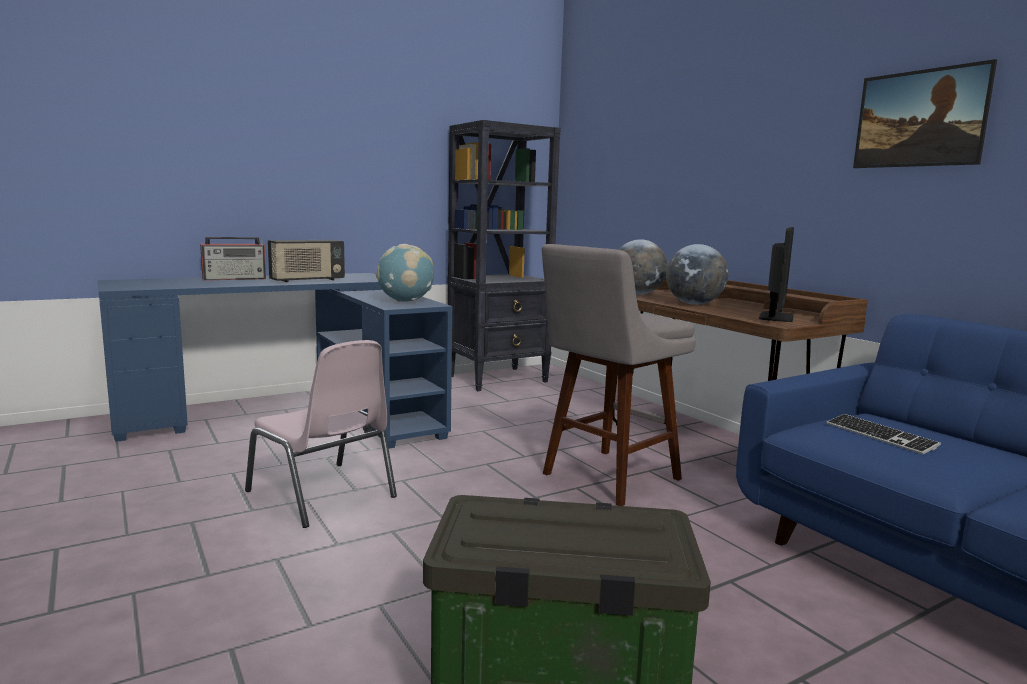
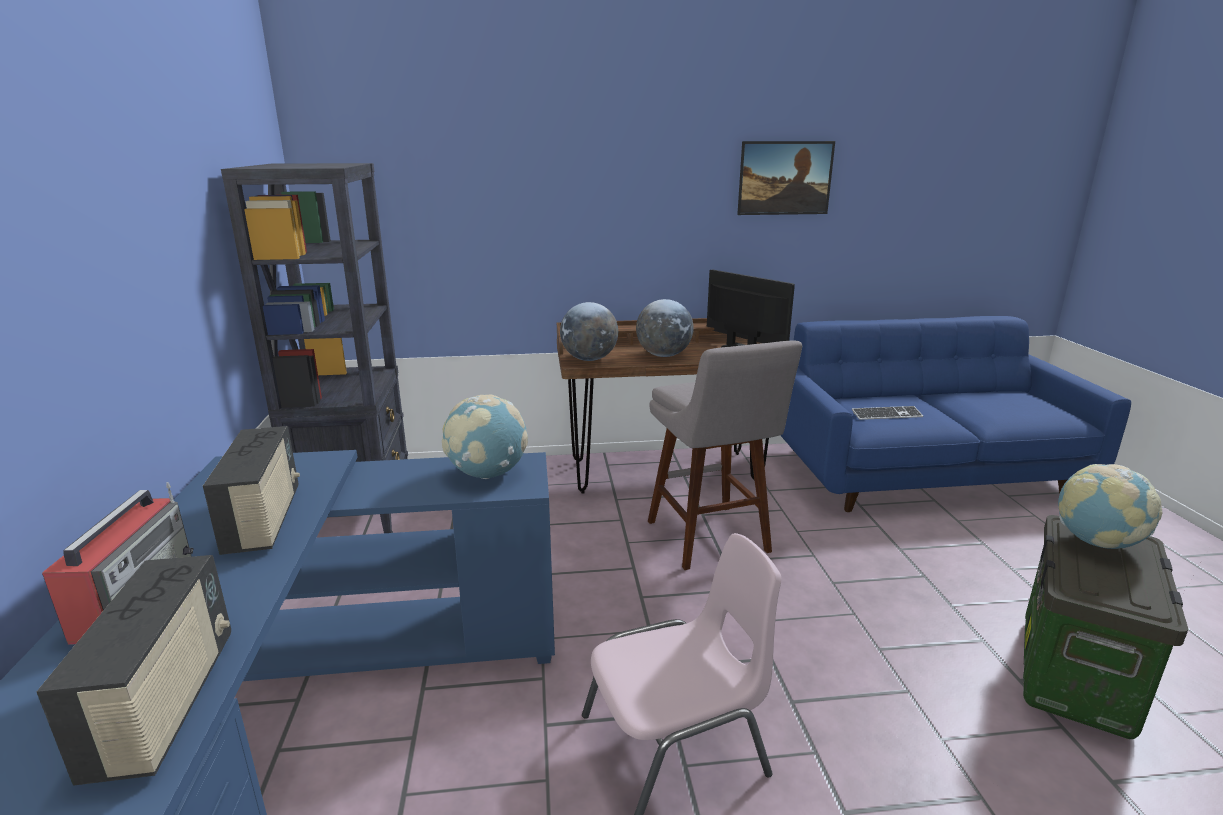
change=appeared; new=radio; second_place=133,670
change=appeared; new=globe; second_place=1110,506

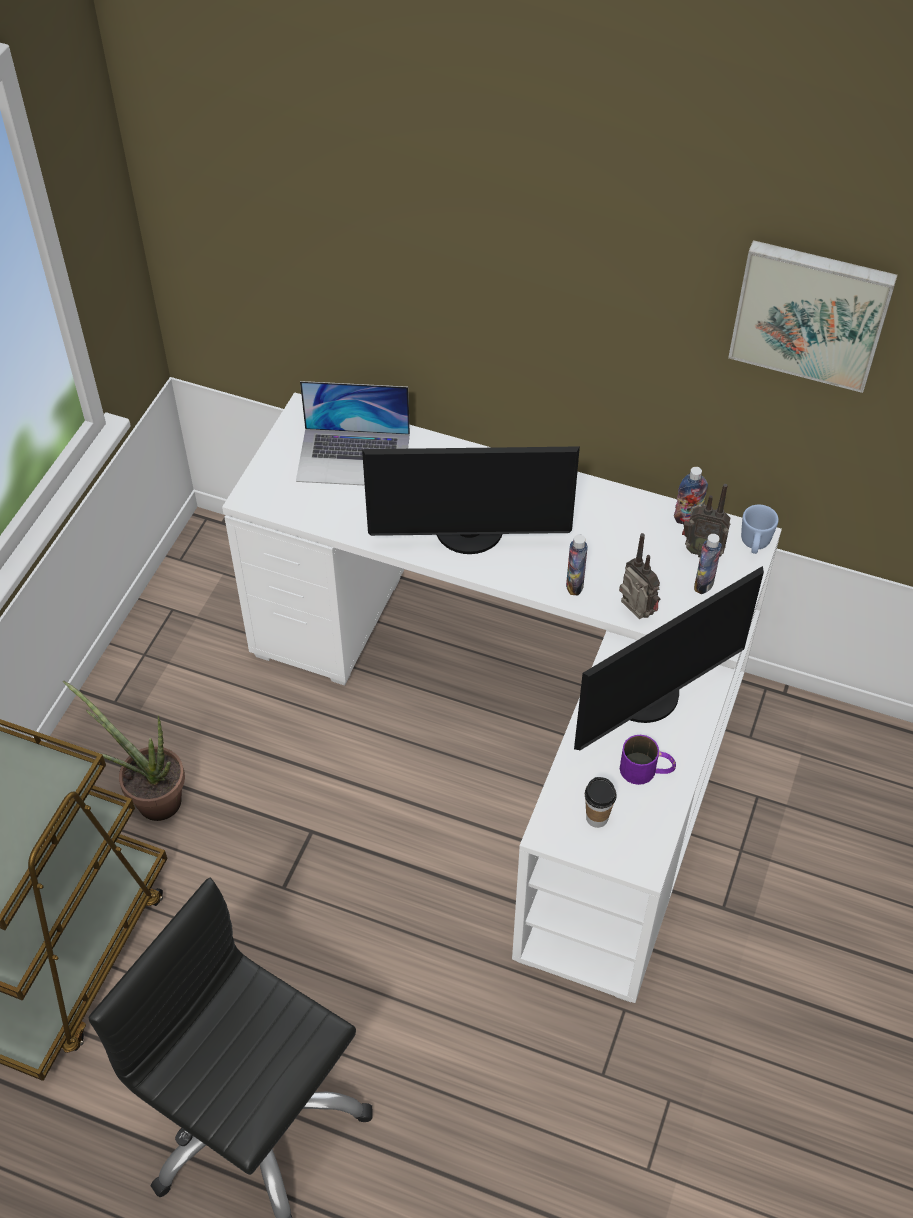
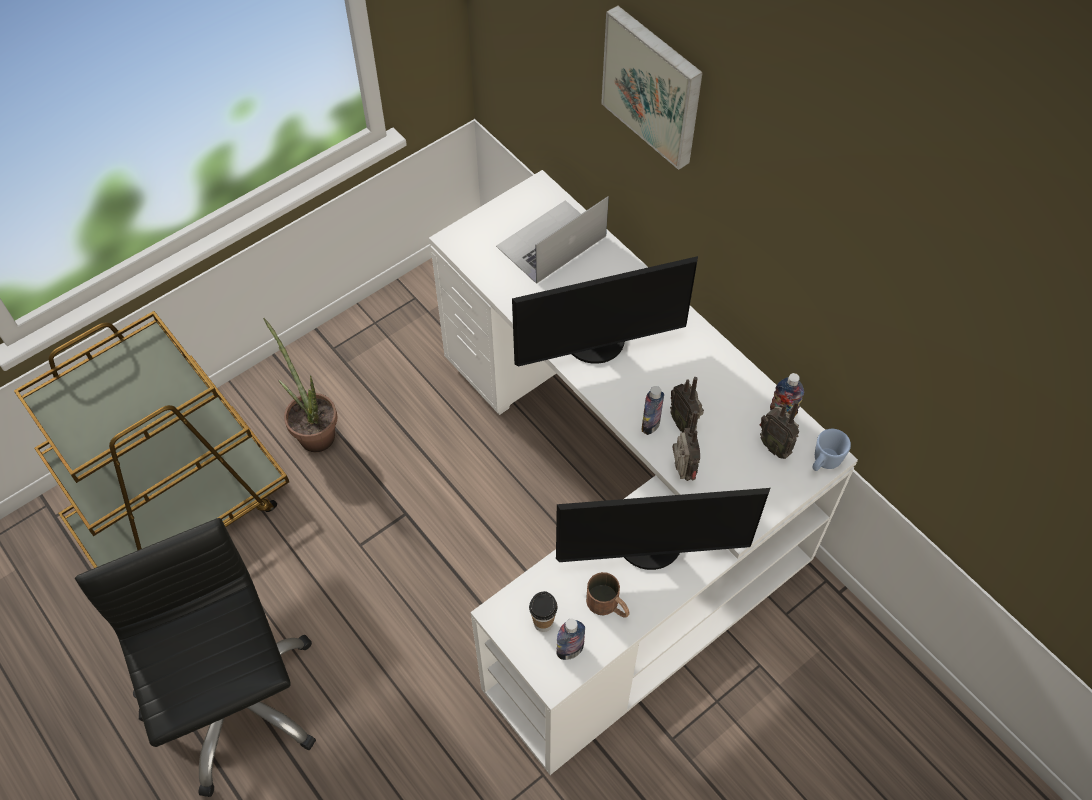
change=spun; old=laptop; first_place=353,433; second_place=552,240; degrees=105
change=spun; old=computer screen; first_place=471,500; second_place=605,311; degrees=-45
change=colour; old=purple-coloured tea mug; new=brownish tea mug; first_place=648,760; second_place=608,595
change=relocated; old=drink bottle; first_place=708,564; second_place=570,639
change=relocated; old=picture; first_place=813,316; second_place=652,88
change=appeared; new=radio; second_place=687,404

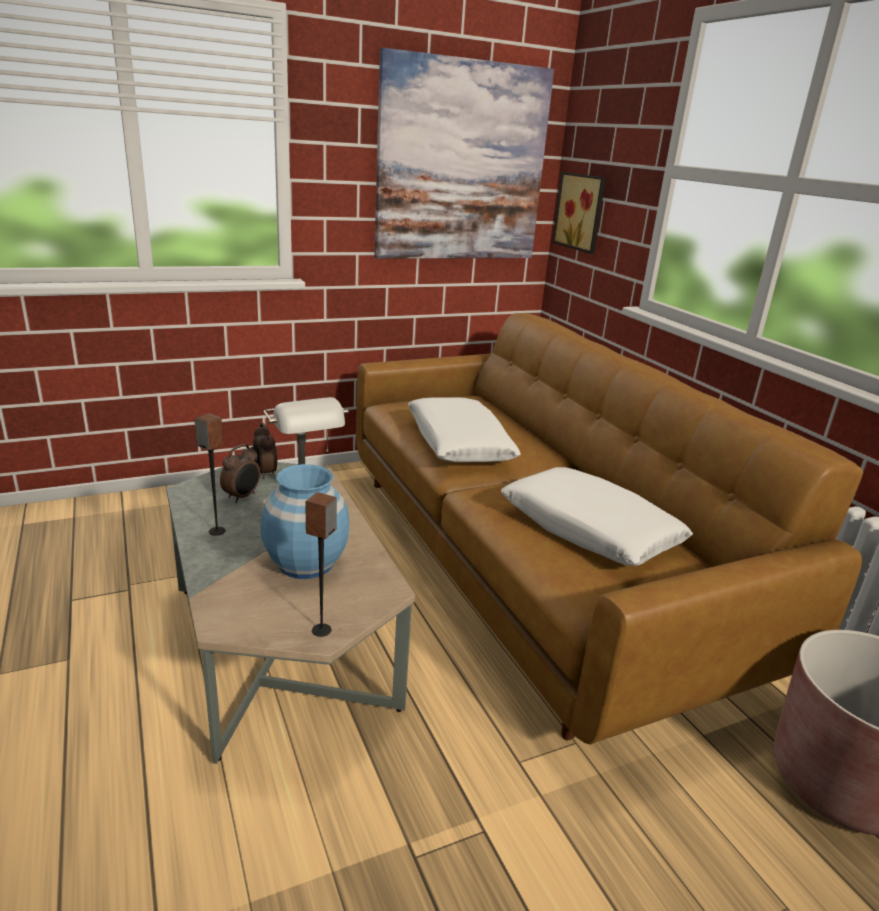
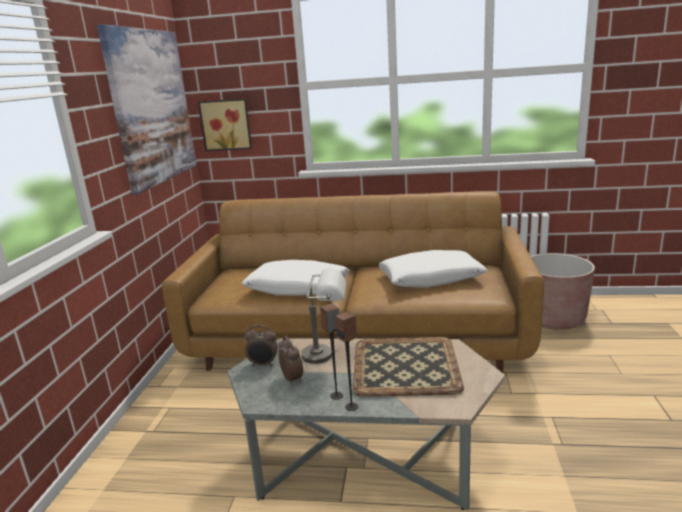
change=exchanged; old=bluish decorative vase; new=serving tray; first_place=304,521; second_place=408,367
change=relocated; old=audio speaker; first_place=321,564; second_place=346,361

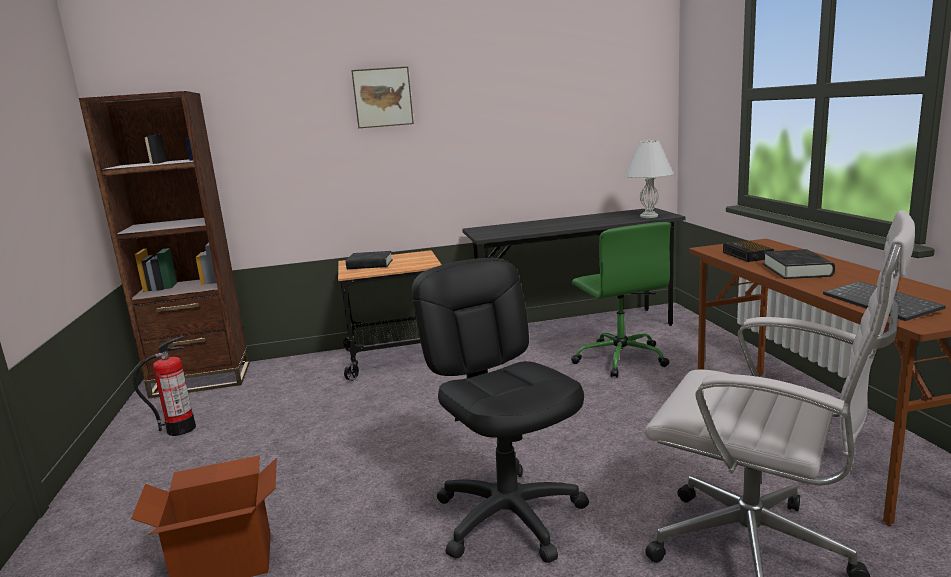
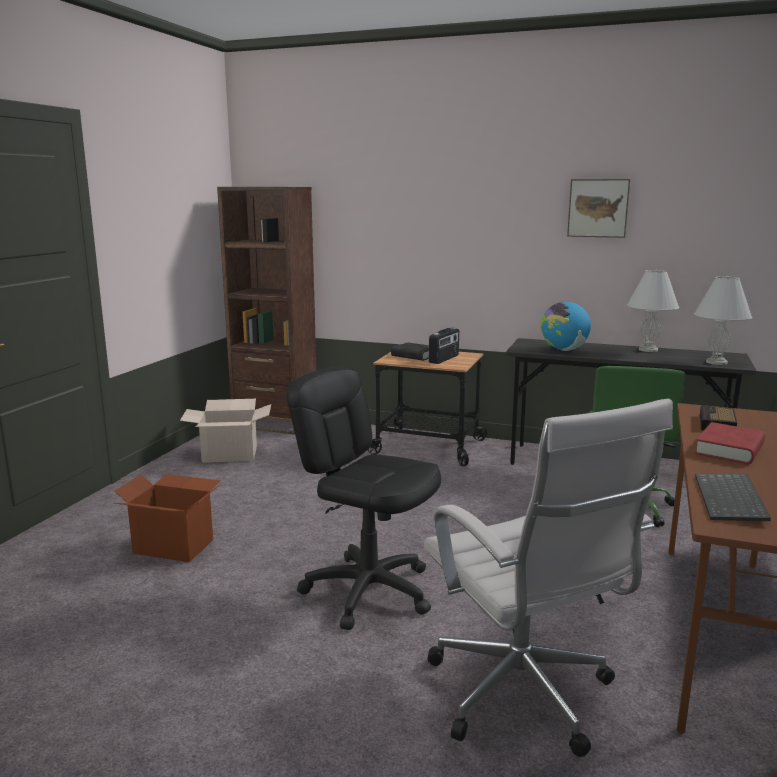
change=exchanged; old=fire extinguisher; new=cardboard box; first_place=164,386; second_place=225,431
change=relocated; old=picture; first_place=382,97; second_place=598,208
change=spun; old=black-coloured desk chair; first_place=500,410; second_place=363,498; degrees=-60
change=colour; old=black-coloured volume; new=red-coloured volume; first_place=799,264; second_place=730,443
change=appeared; new=radio; second_place=444,346
change=appeared; new=globe; second_place=566,326
change=appeared; new=white lamp for a table; second_place=653,310

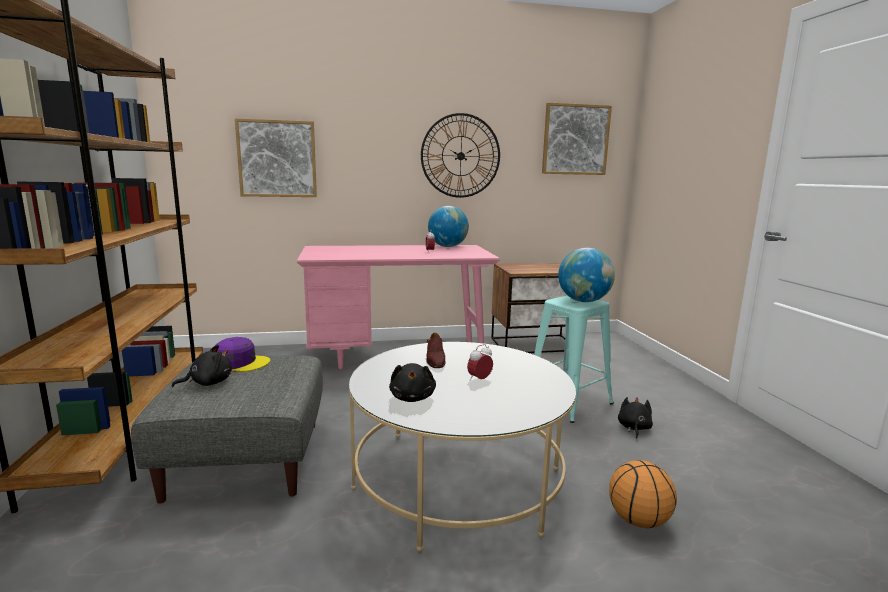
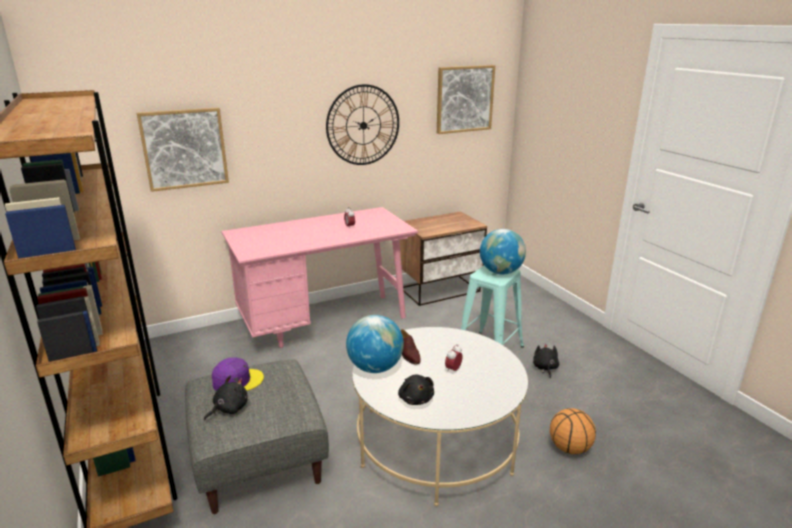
change=relocated; old=globe; first_place=448,226; second_place=375,344

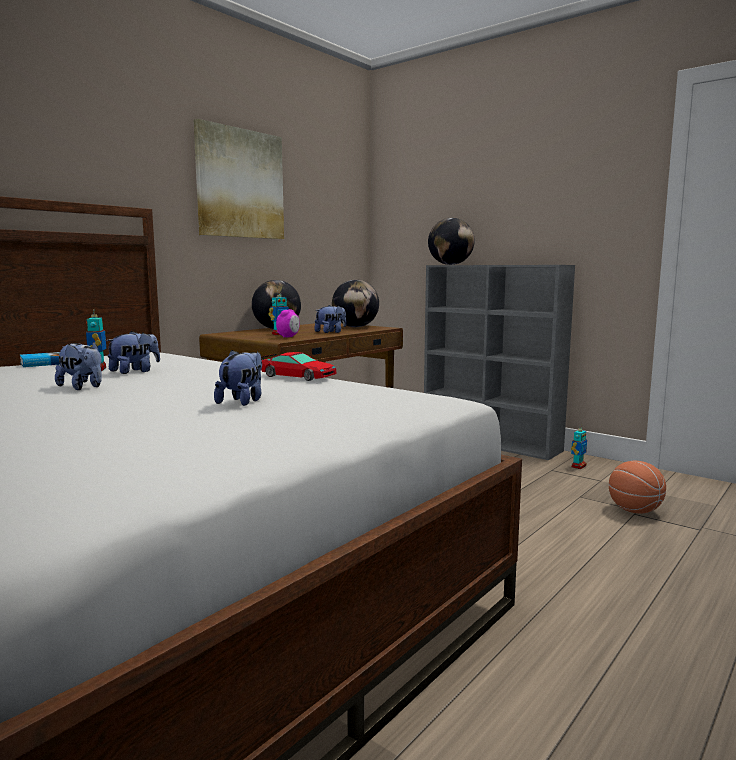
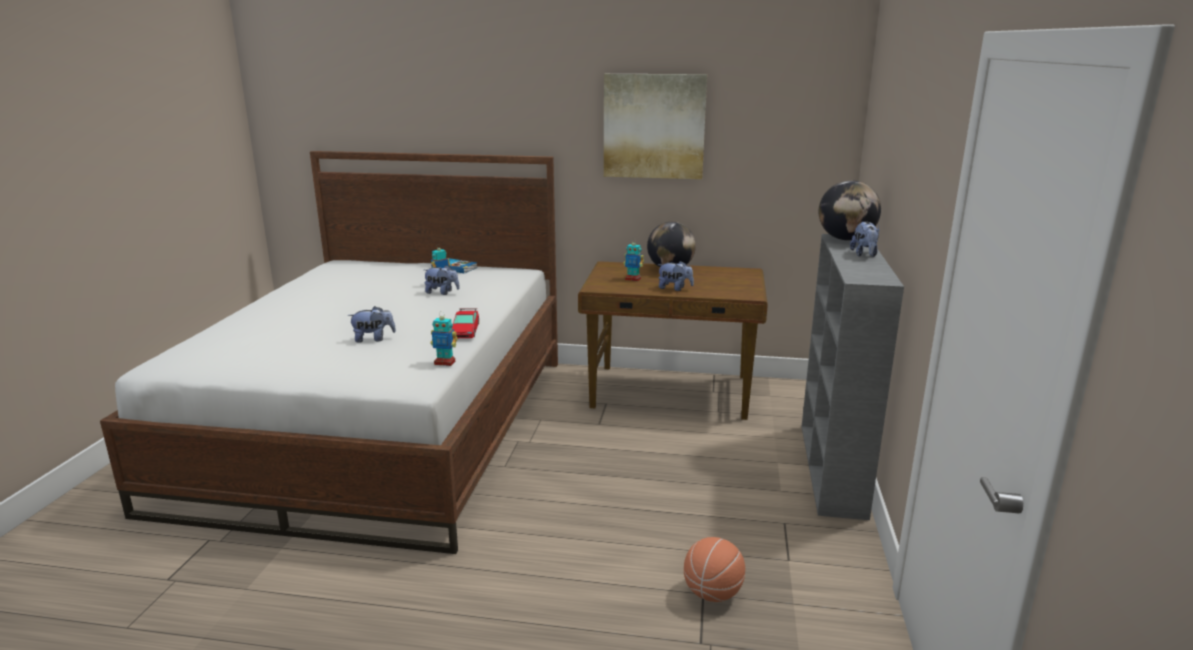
change=relocated; old=plush toy; first_place=78,365; second_place=865,239
change=missing; old=table clock; first_place=287,323
change=missing; old=globe; first_place=355,303
change=relocated; old=model robot; first_place=579,448; second_place=444,338

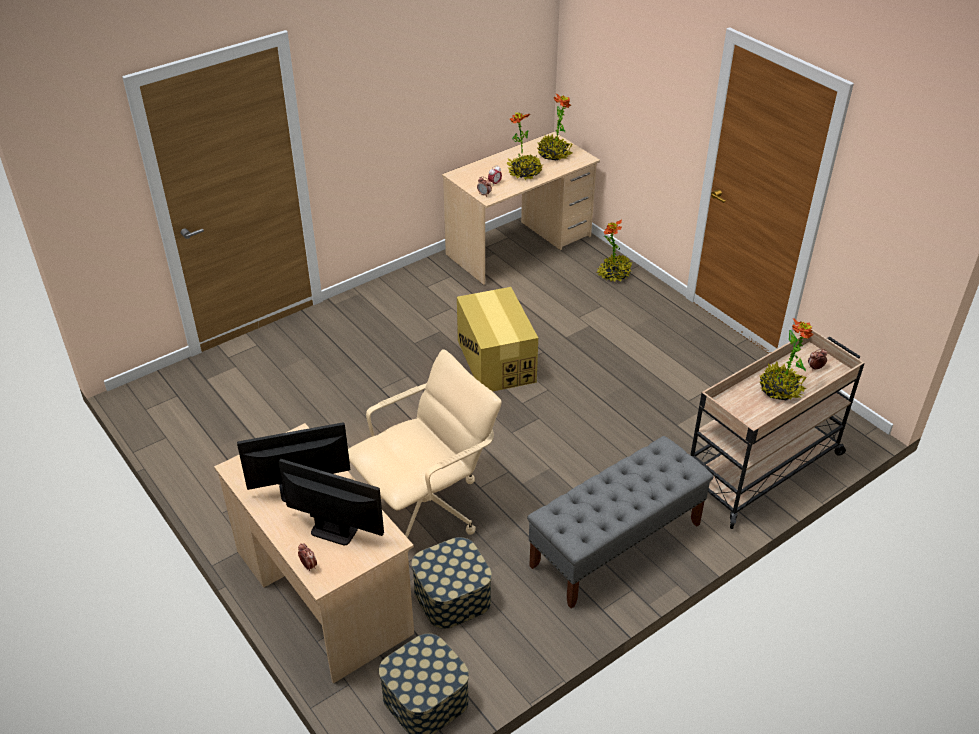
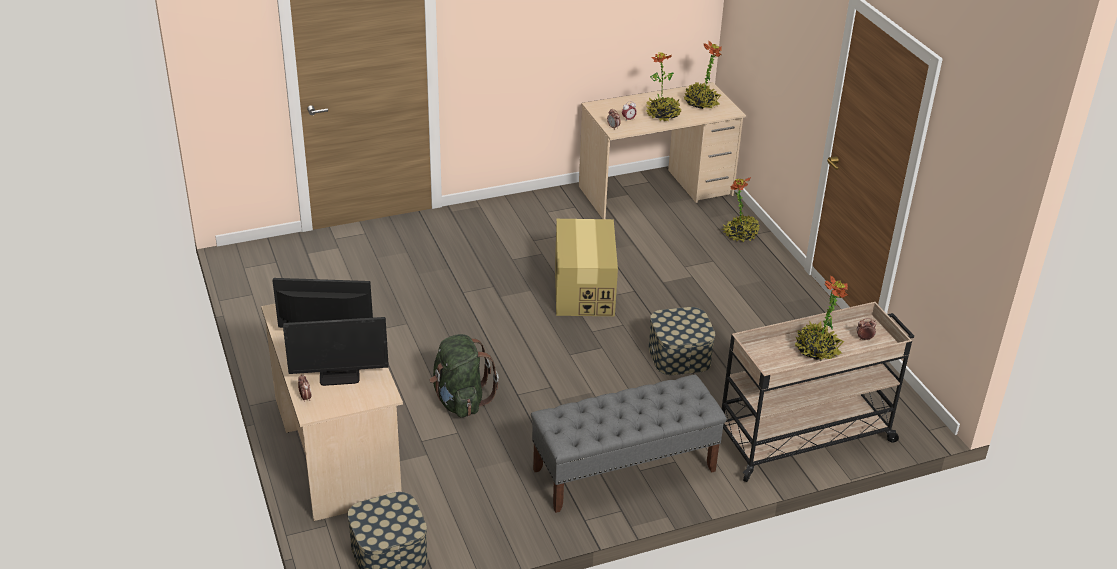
change=spun; old=computer screen; first_place=331,502; second_place=336,351; degrees=135
change=exchanged; old=beige-coloured desk chair; new=green rucksack; first_place=425,450; second_place=464,376
change=relocated; old=storage bin; first_place=451,583; second_place=681,341

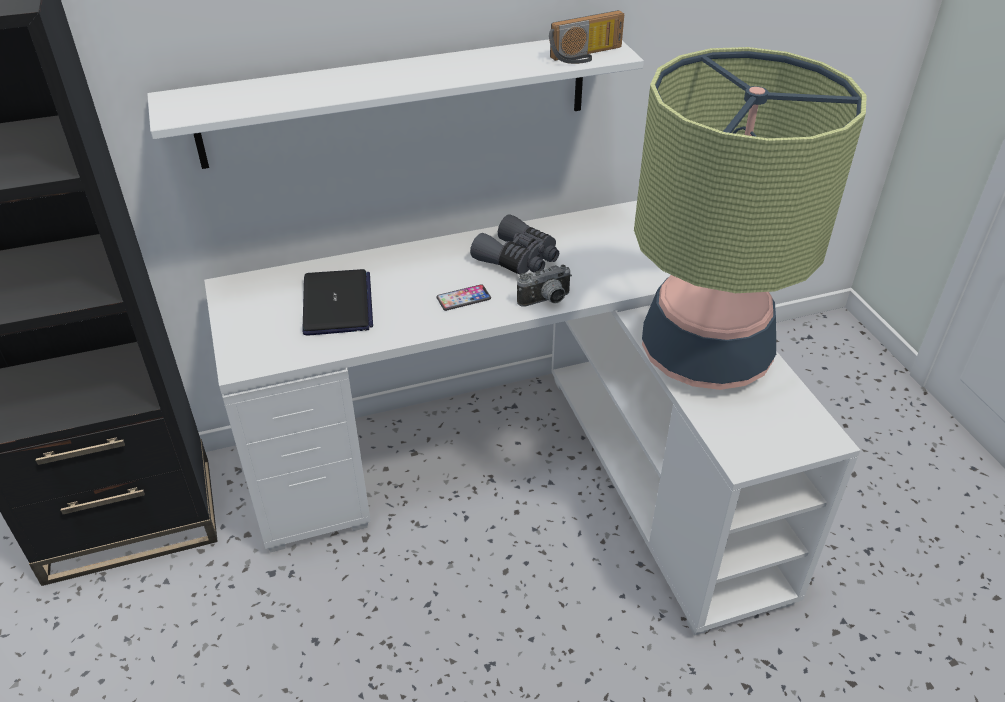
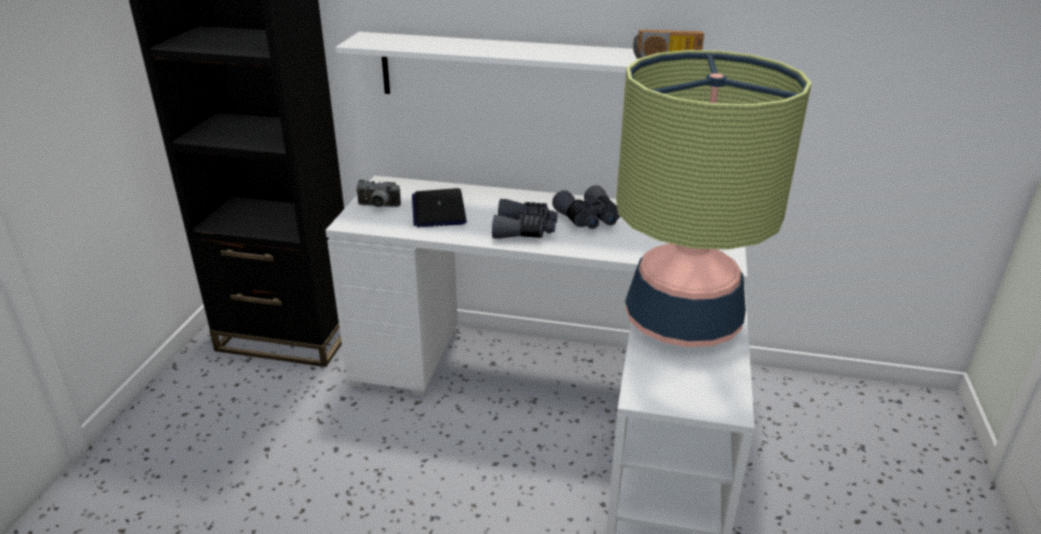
change=spun; old=laptop; first_place=337,302; second_place=439,207; degrees=150
change=exchanged; old=telephone; new=grey pair of binoculars; first_place=463,297; second_place=524,219
change=relocated; old=still camera; first_place=544,285; second_place=378,193

